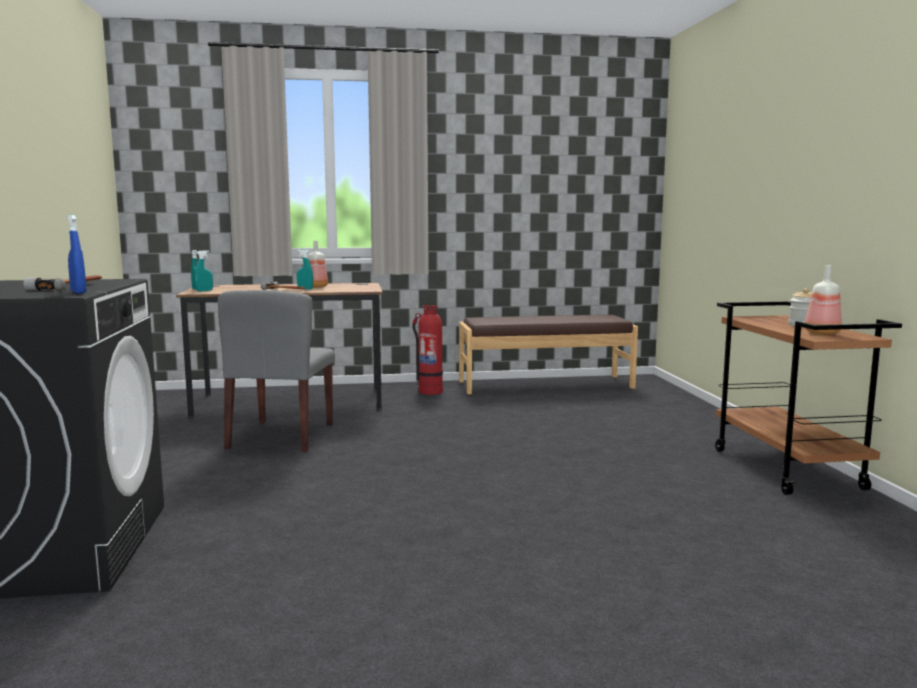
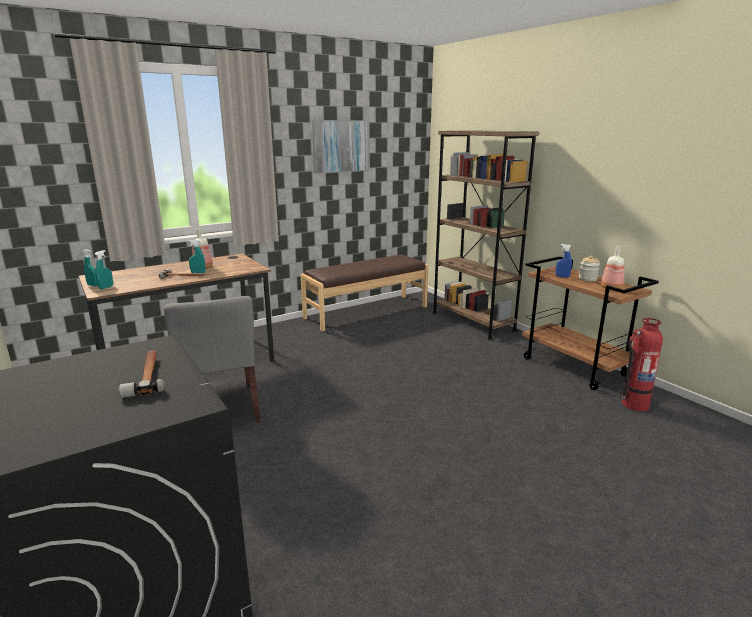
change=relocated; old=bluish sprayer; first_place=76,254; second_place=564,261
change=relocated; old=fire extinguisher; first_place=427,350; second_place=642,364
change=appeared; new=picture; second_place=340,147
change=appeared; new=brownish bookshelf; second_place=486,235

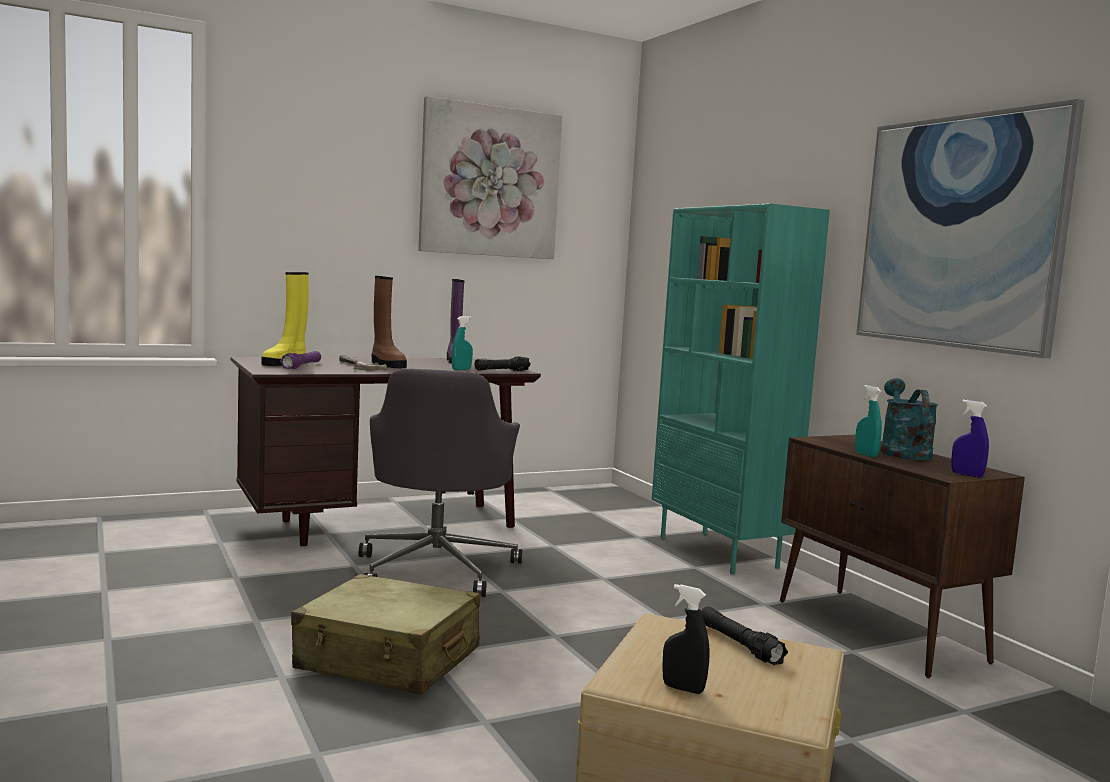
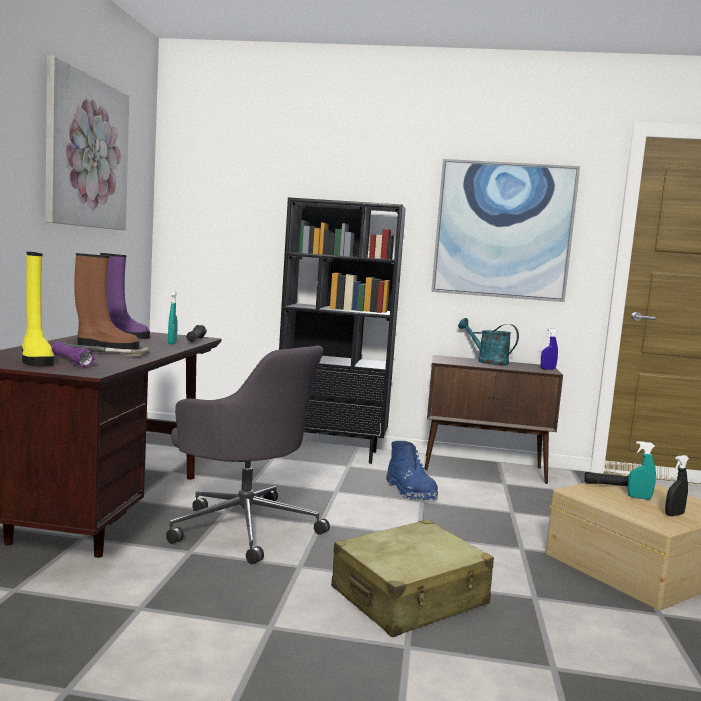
change=colour; old=turquoise bookshelf; new=black-coloured bookshelf; first_place=741,389; second_place=342,330
change=relocated; old=turquoise sprayer; first_place=868,421; second_place=641,470
change=appeared; new=bluish high-top boot; second_place=412,471

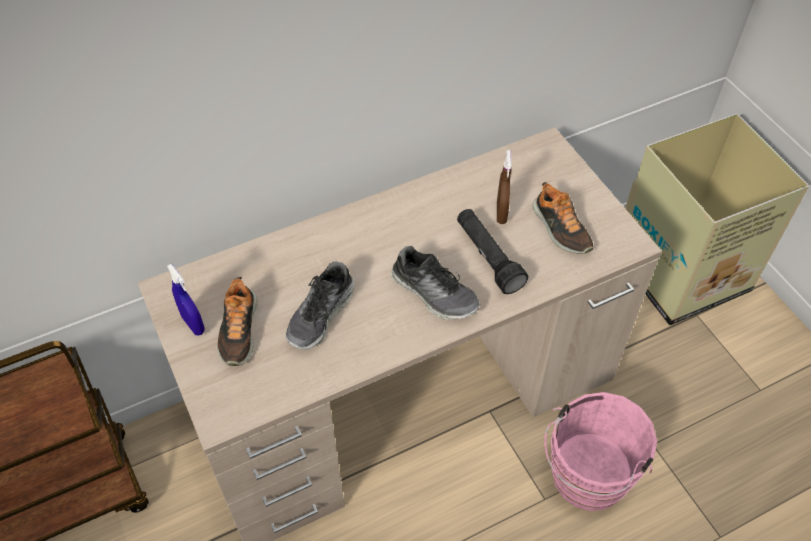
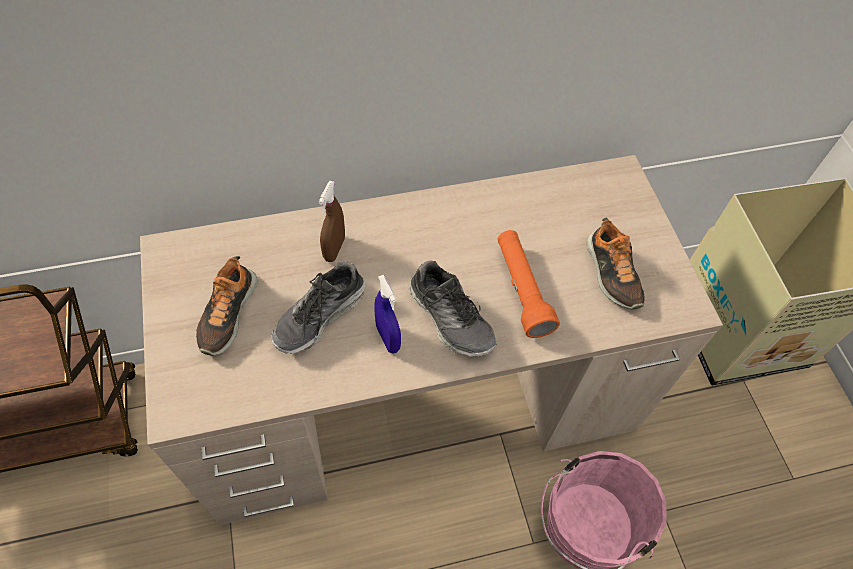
change=relocated; old=bluish sprayer; first_place=186,299; second_place=387,314
change=colour; old=black-coloured torch; new=orange-coloured torch; first_place=492,251; second_place=529,284
change=relocated; old=brownish sprayer; first_place=504,187; second_place=332,221

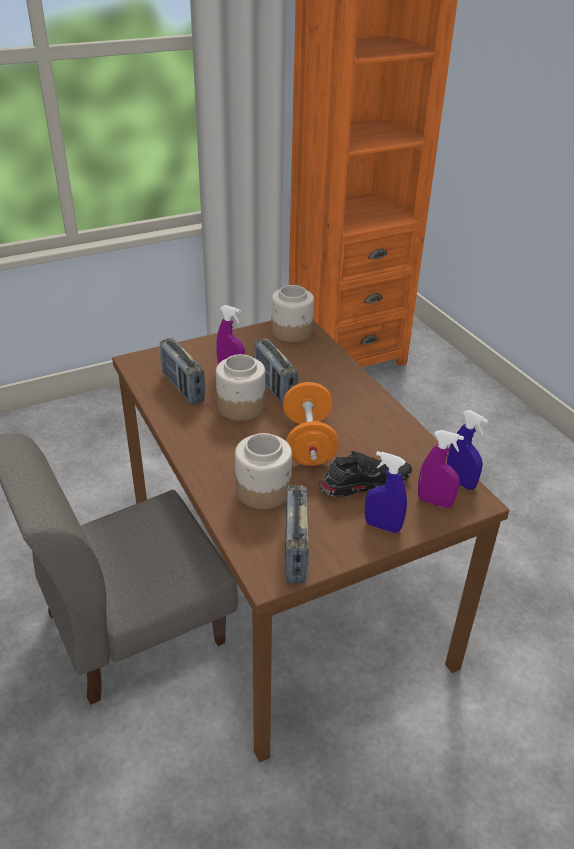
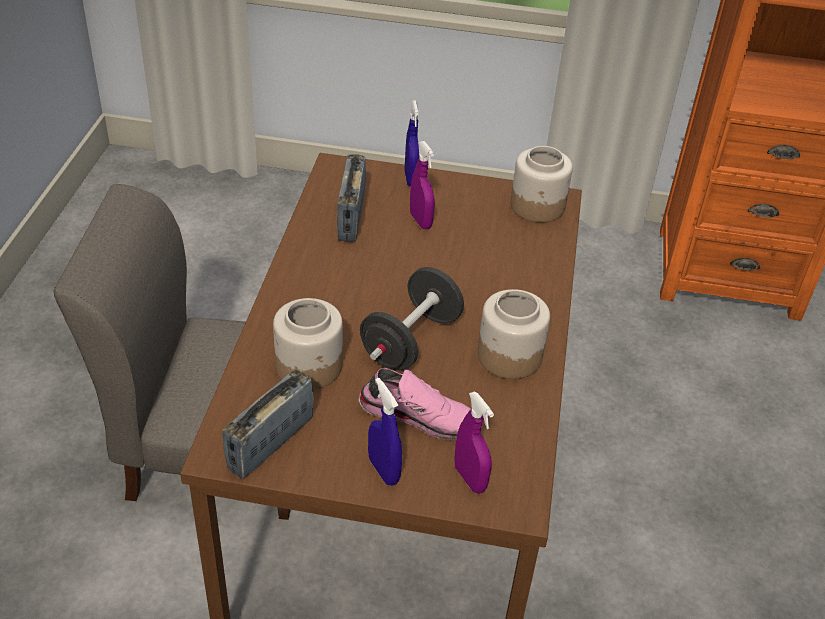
change=relocated; old=storage jar; first_place=240,387; second_place=514,334
change=missing; old=radio; first_place=276,371
change=colour; old=orange-coloured free weight; new=black-coloured free weight; first_place=311,424; second_place=412,319
change=colour; old=black-coloured item of footwear; new=pink-coloured item of footwear; first_place=365,474; second_place=414,403
change=relocated; old=bluish sprayer; first_place=467,450; second_place=411,143

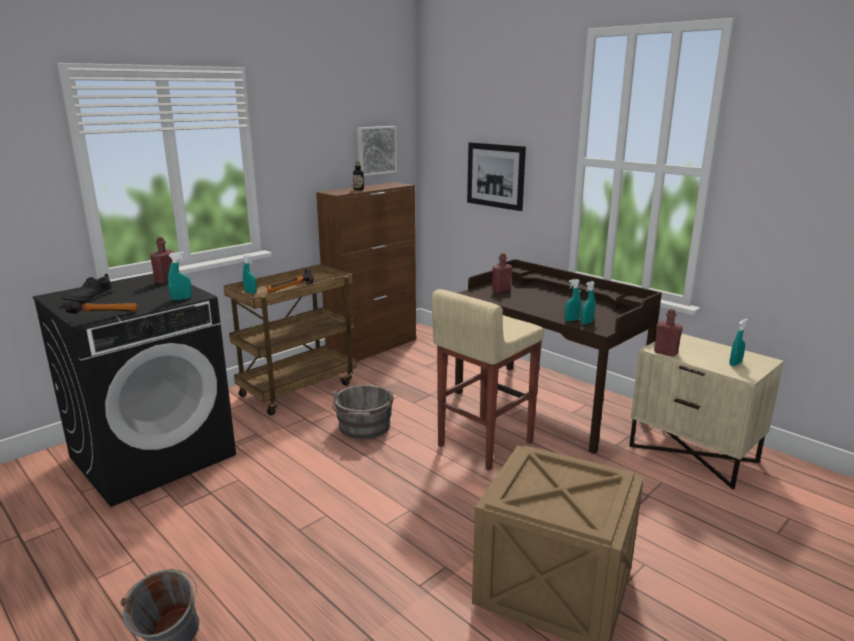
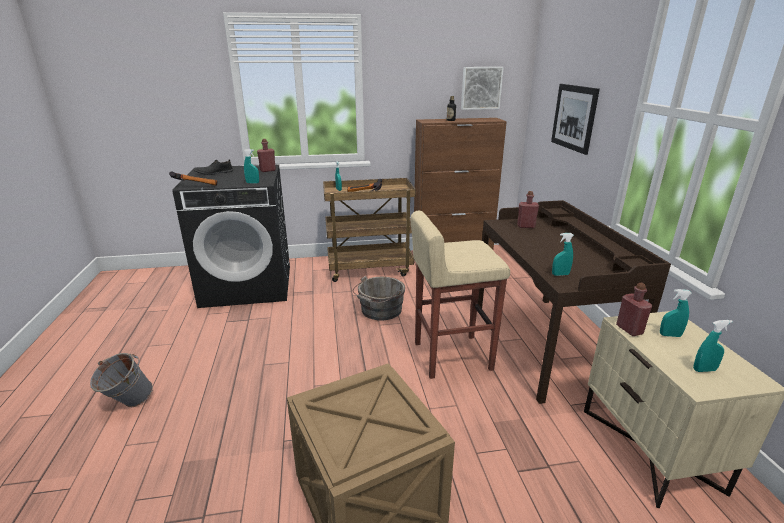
change=relocated; old=turquoise sprayer; first_place=572,300; second_place=676,313

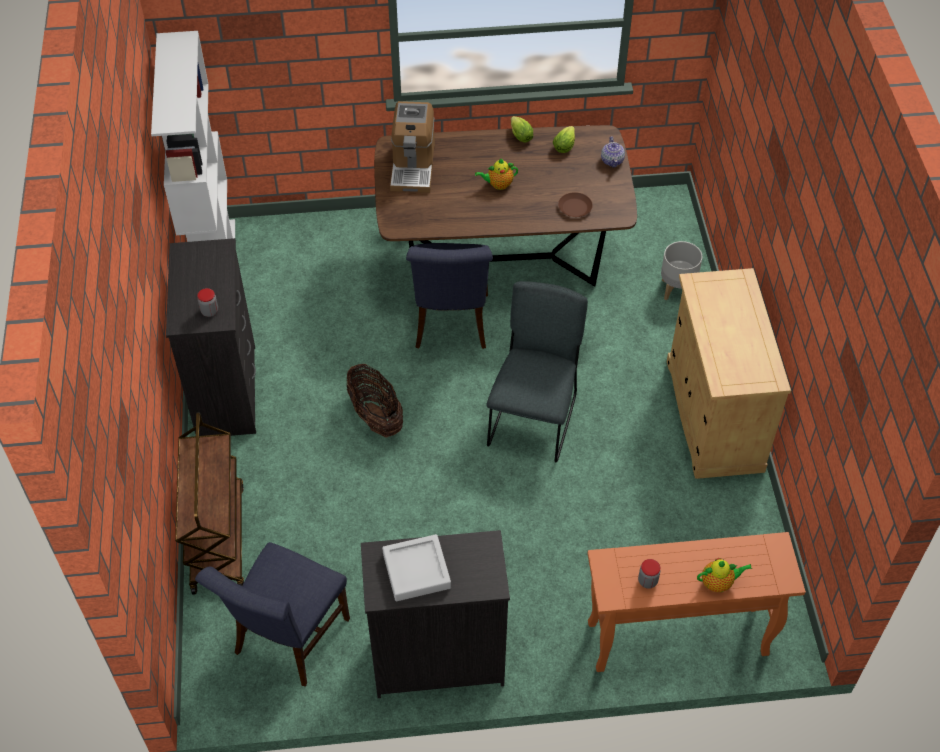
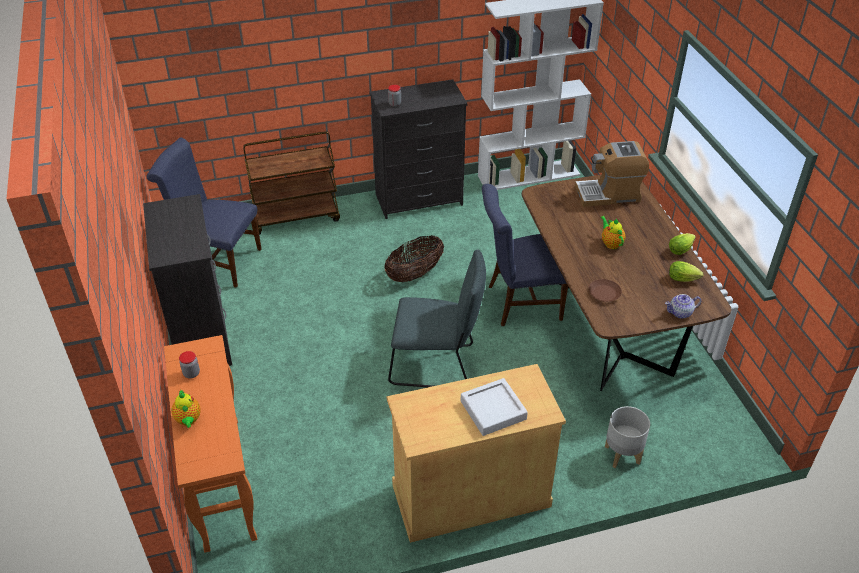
change=relocated; old=grey serving tray; first_place=416,567; second_place=494,407

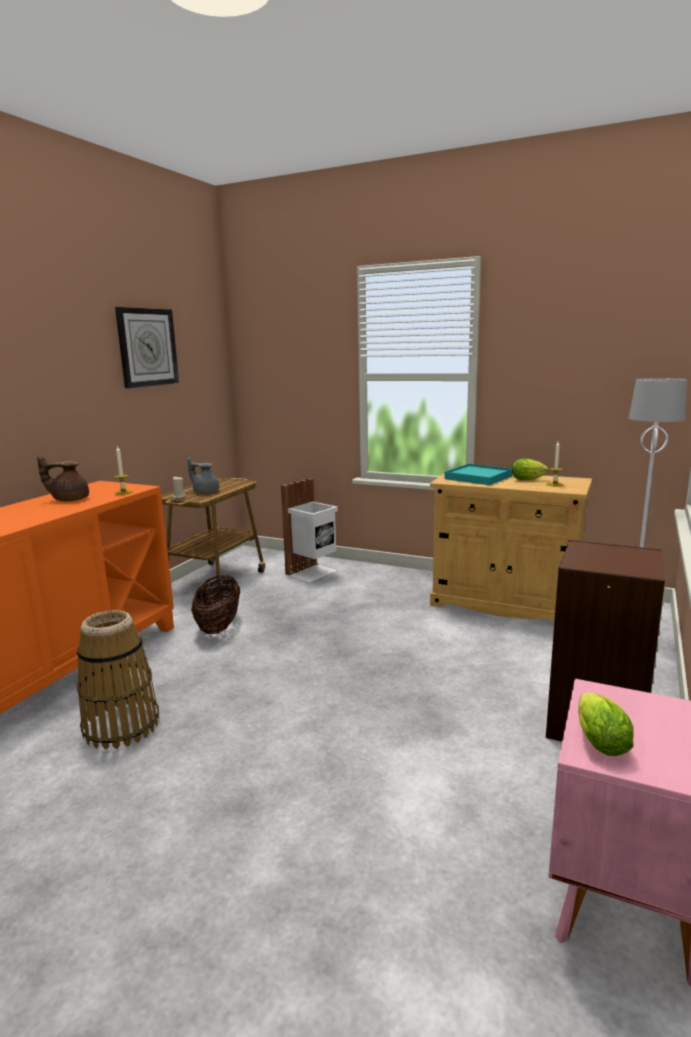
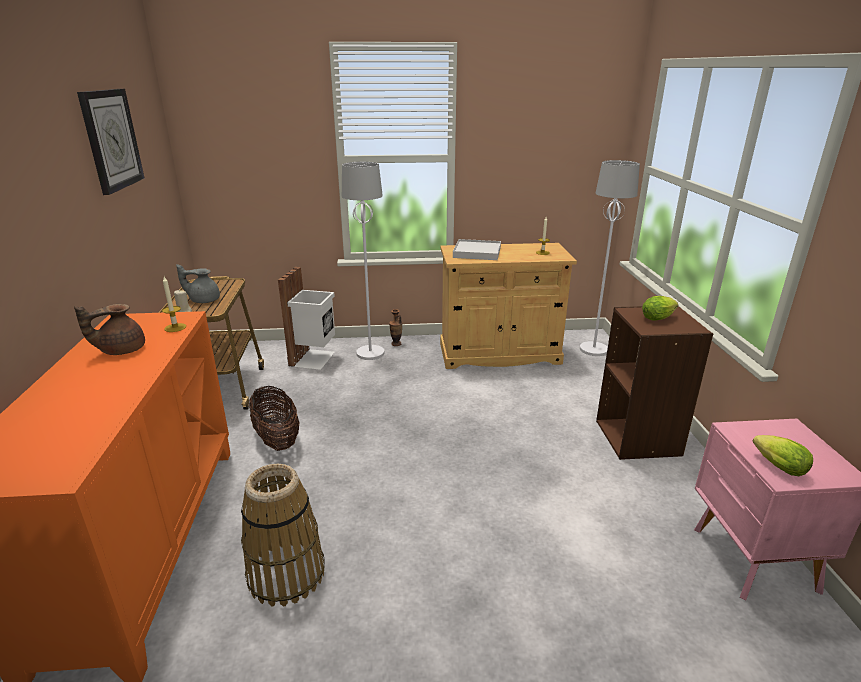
change=colour; old=turquoise serving tray; new=white serving tray; first_place=478,474; second_place=477,249
change=relocated; old=lettuce head; first_place=530,469; second_place=660,308
change=appeared; new=white standard lamp; second_place=363,261
change=appeared; new=decorative vase; second_place=395,327

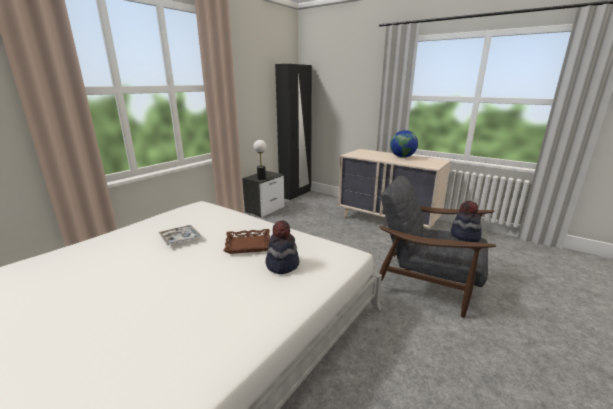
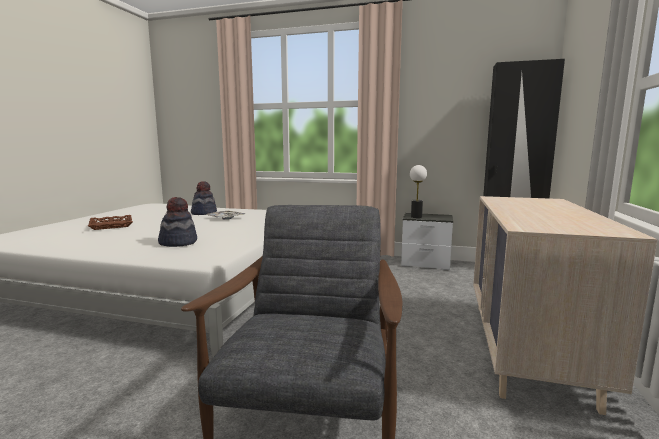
change=relocated; old=brownish serving tray; first_place=247,241; second_place=110,222
change=missing; old=globe; first_place=404,144
change=relocated; old=hat; first_place=466,221; second_place=204,198

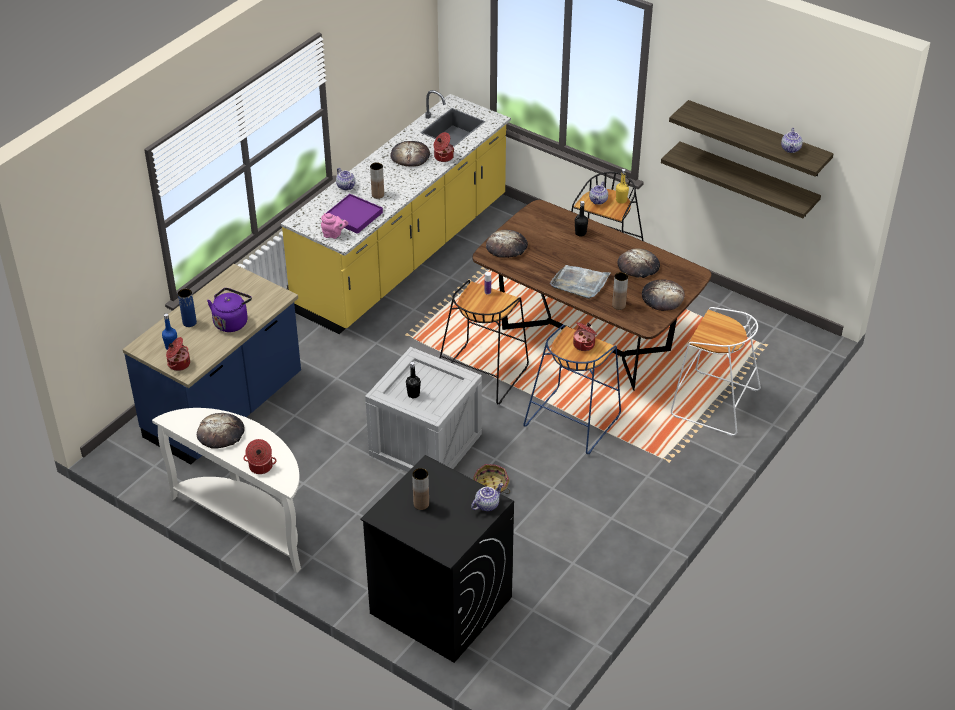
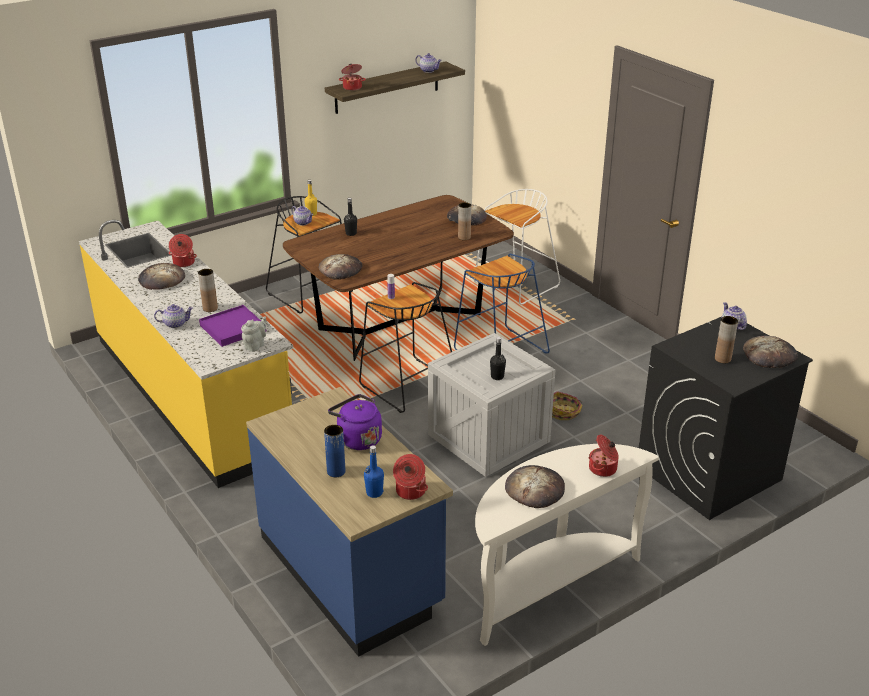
change=colour; old=pink-coloured tea pot; new=grey tea pot; first_place=334,226; second_place=253,334
change=missing; old=grey serving tray; first_place=580,282
change=relocated; old=stockpot; first_place=585,336; second_place=352,77
change=relocated; old=bread; first_place=638,263; second_place=770,352
change=missing; old=shelf; first_place=741,180

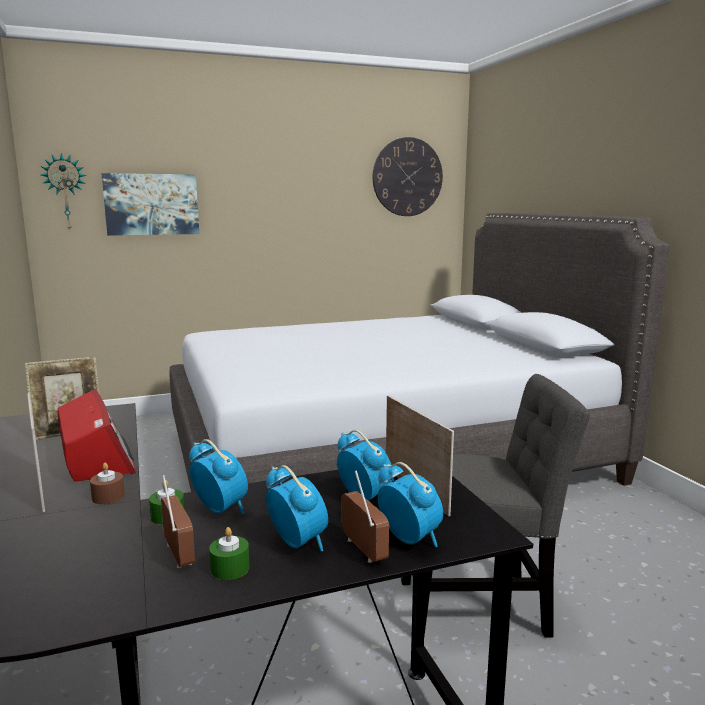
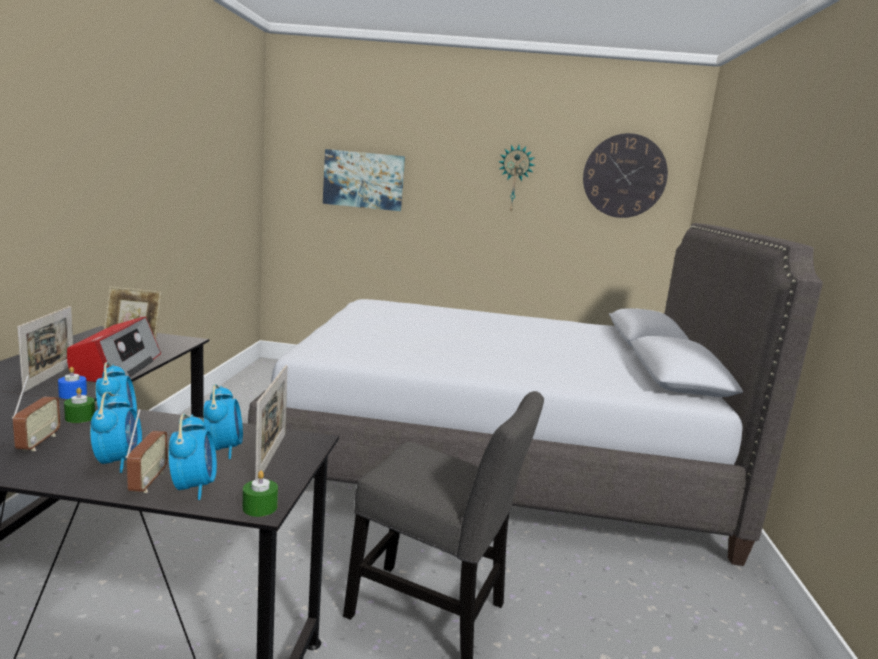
change=relocated; old=wall clock; first_place=63,192; second_place=517,178
change=colour; old=brownish wax candle; new=bluish wax candle; first_place=107,483; second_place=72,383
change=relocated; old=green wax candle; first_place=229,553; second_place=260,494

